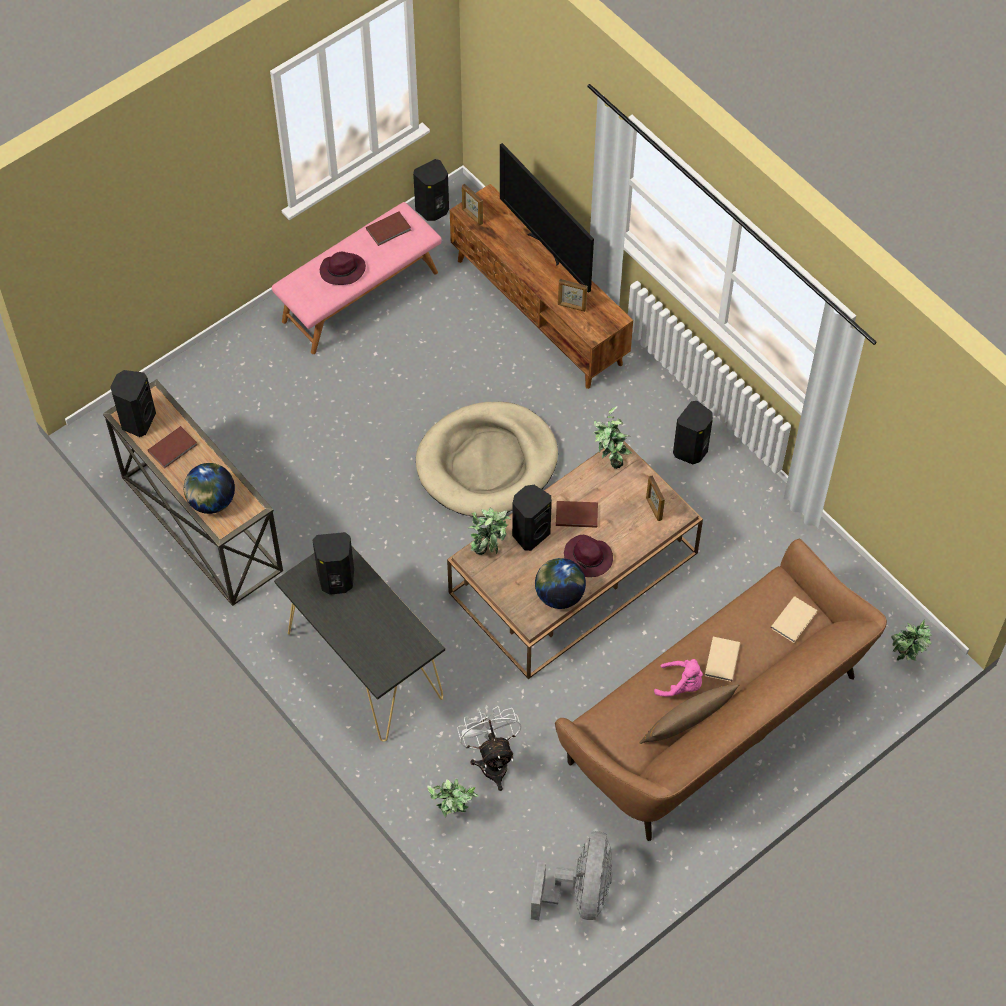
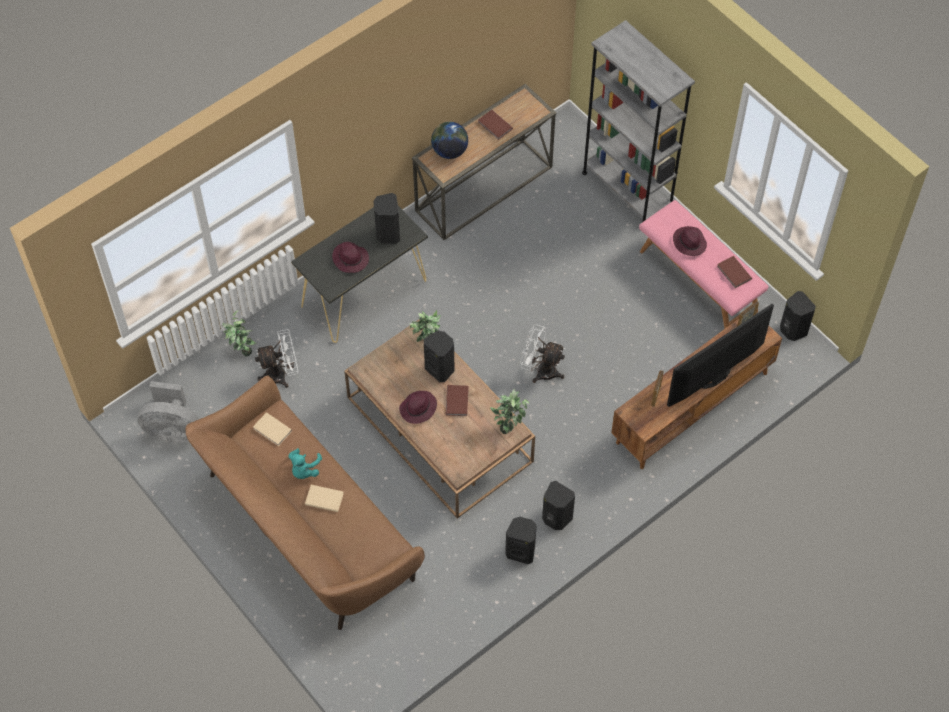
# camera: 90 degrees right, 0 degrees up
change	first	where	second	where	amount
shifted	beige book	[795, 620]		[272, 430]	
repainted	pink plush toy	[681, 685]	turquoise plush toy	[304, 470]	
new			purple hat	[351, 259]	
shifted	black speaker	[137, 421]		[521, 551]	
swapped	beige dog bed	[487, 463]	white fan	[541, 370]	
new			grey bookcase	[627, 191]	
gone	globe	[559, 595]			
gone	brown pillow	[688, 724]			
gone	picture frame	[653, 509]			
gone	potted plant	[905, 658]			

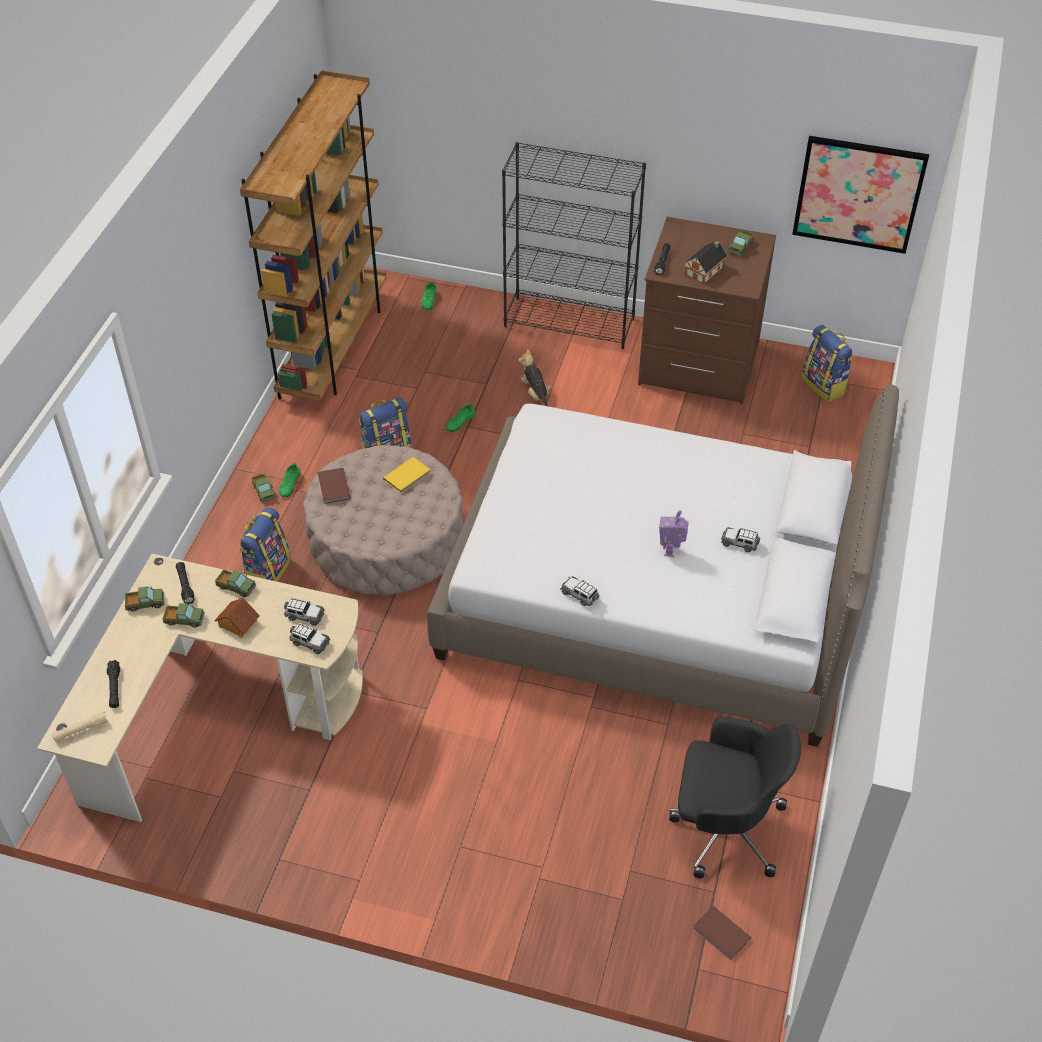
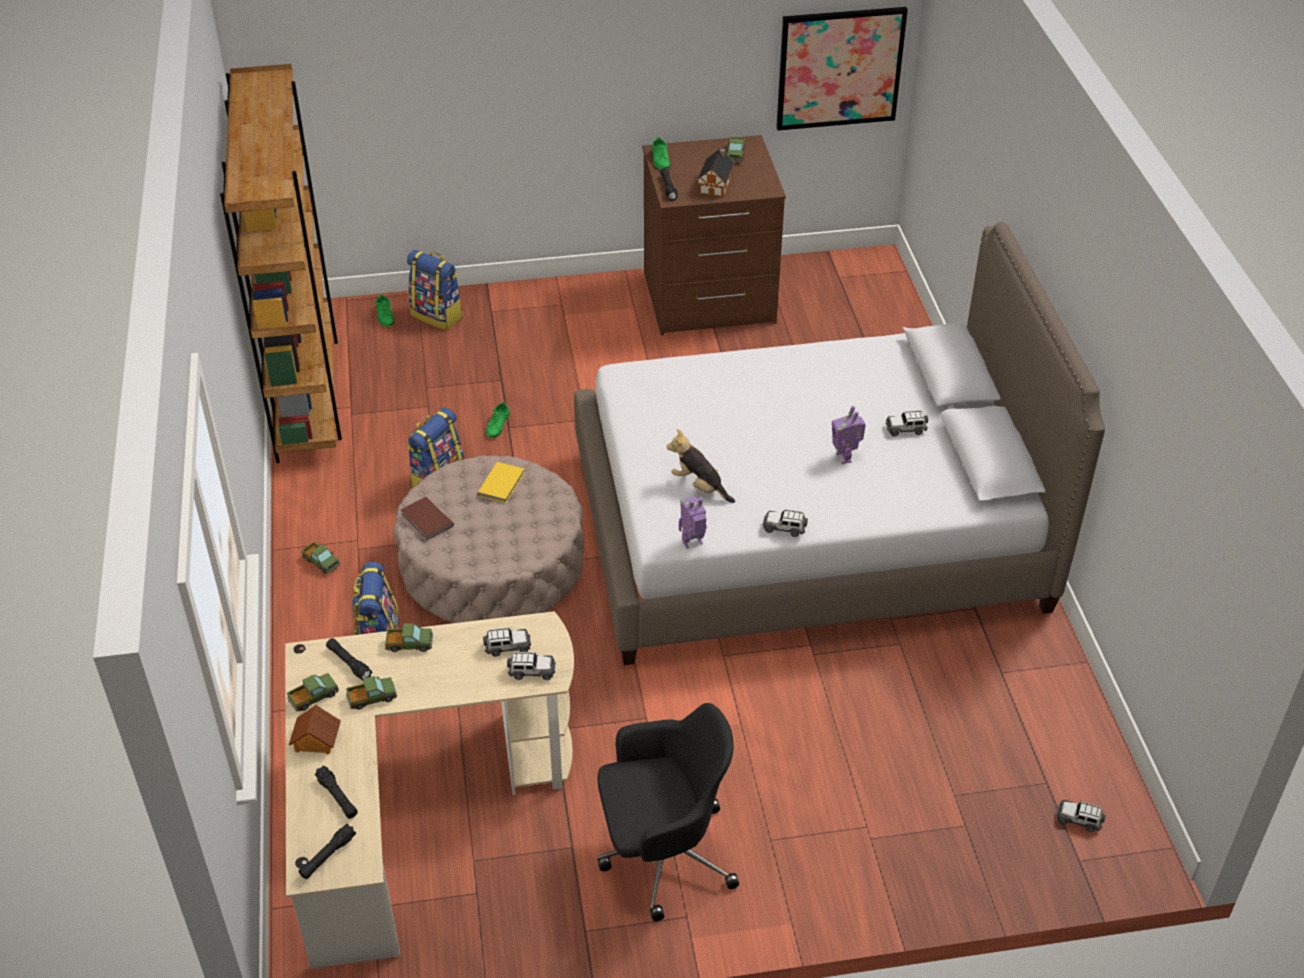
# camera: 25 degrees left, 5 degrees down
change	first	where	second	where	amount
shifted	toy house	[237, 624]		[315, 740]	
repainted	beige flashlight	[81, 730]	black flashlight	[328, 856]	
shifted	backpack	[824, 385]		[438, 315]	
shifted	black office chair	[724, 827]		[662, 854]	
shifted	green shoe	[290, 484]		[660, 160]	
shifted	plush toy	[536, 394]		[699, 486]	
new			toy robot	[693, 543]	
swapped	brown book	[721, 934]	toy car	[1079, 820]	
gone	black bookcase	[570, 322]			

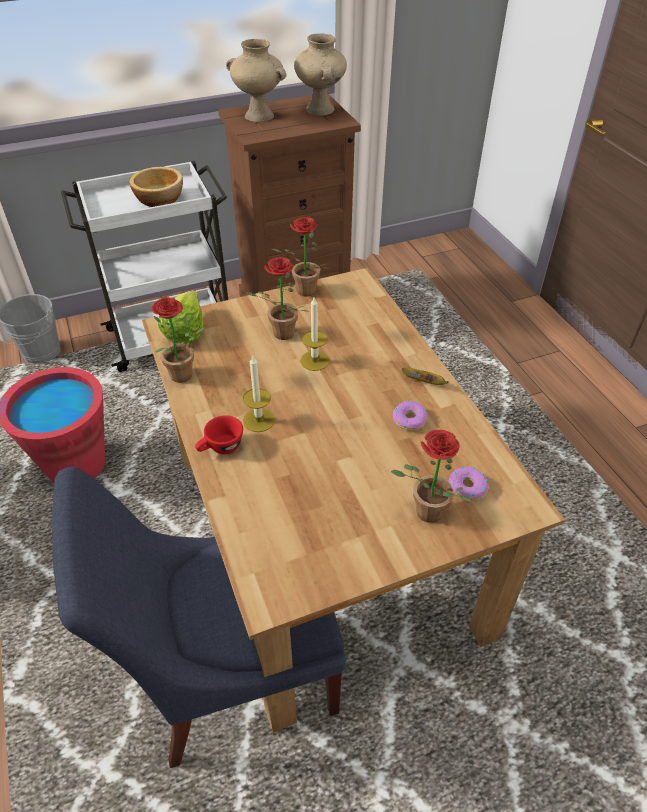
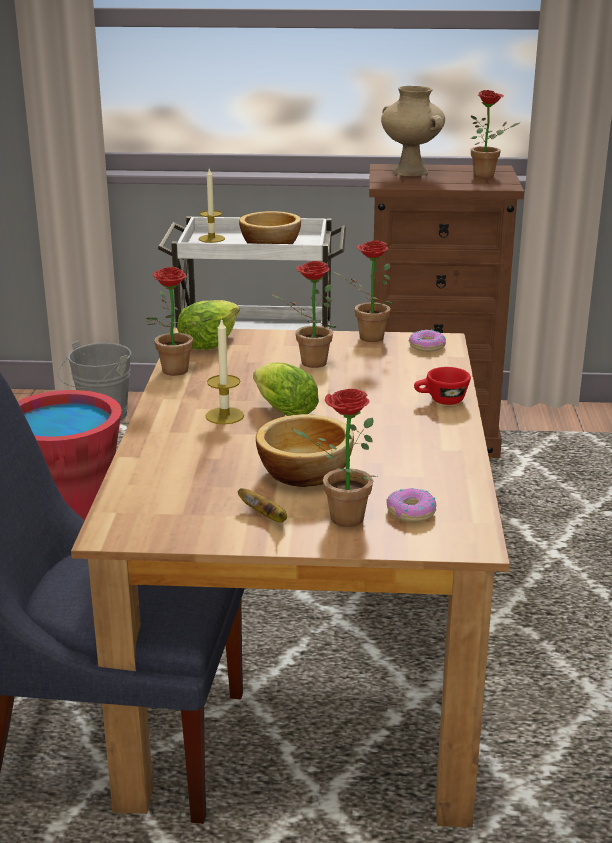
# camera: 25 degrees right, 20 degrees down
change	first	where	second	where	amount
shifted	candle	[314, 361]		[211, 238]	
shifted	banana	[424, 382]		[265, 517]	
new			lettuce	[281, 410]	
new			bowl	[305, 471]	
shifted	donut	[410, 419]		[427, 346]	
shifted	red cup	[221, 448]		[441, 401]	
swapped	beige vase	[321, 110]	potted plant	[488, 176]	

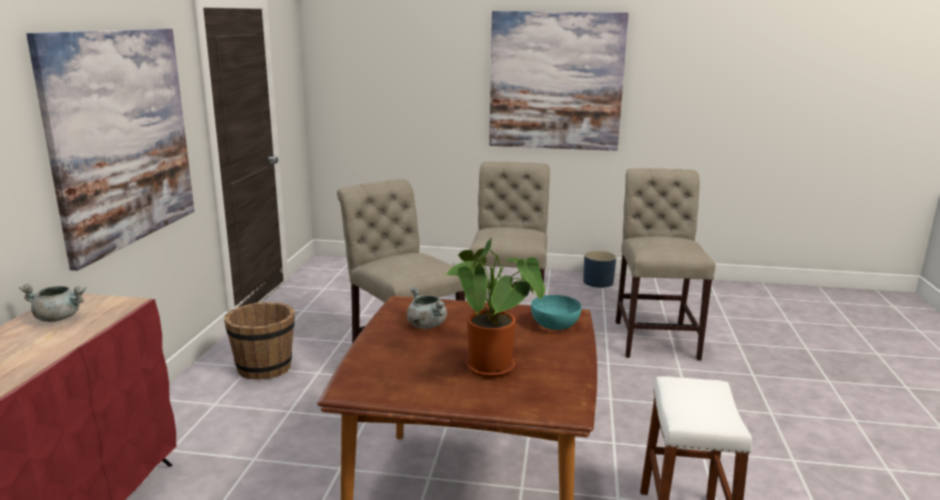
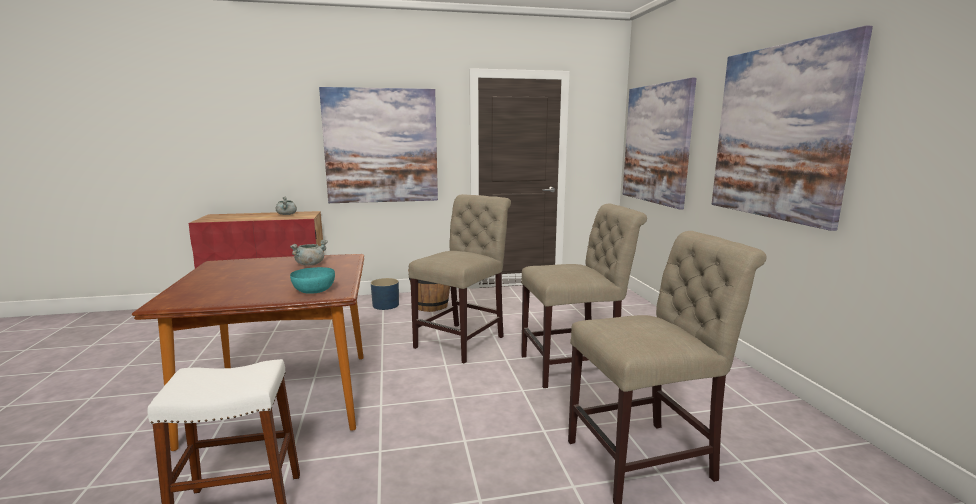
# camera: 70 degrees right, 5 degrees down
change	first	where	second	where	amount
shifted	blue planter	[598, 282]		[385, 305]	
new			picture	[656, 144]	
gone	potted plant	[494, 370]			

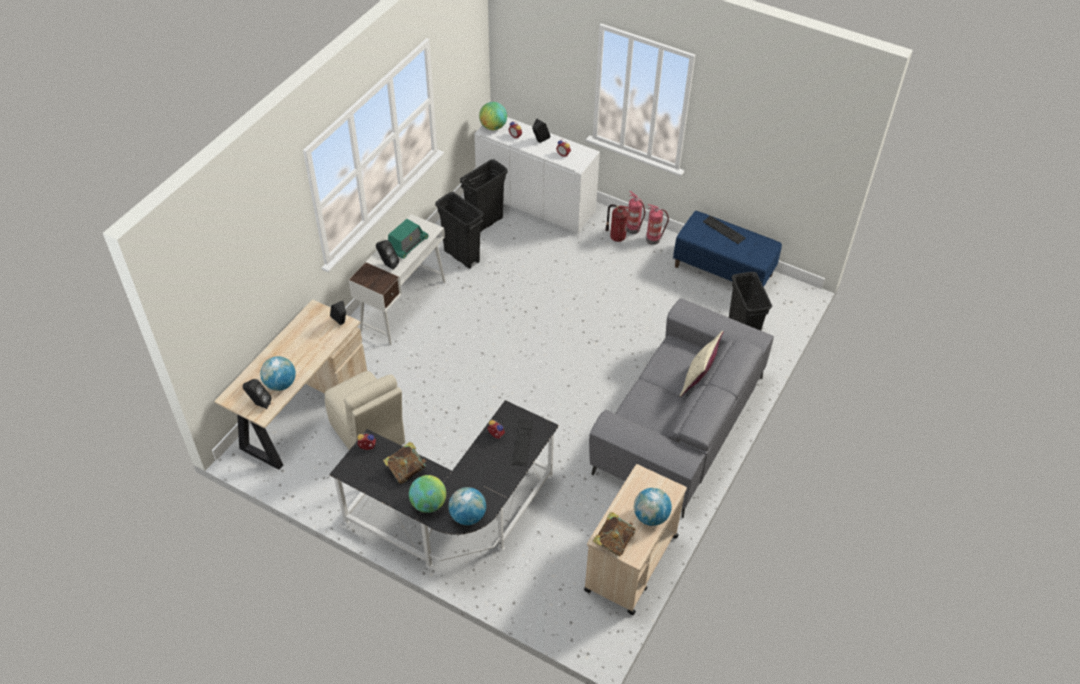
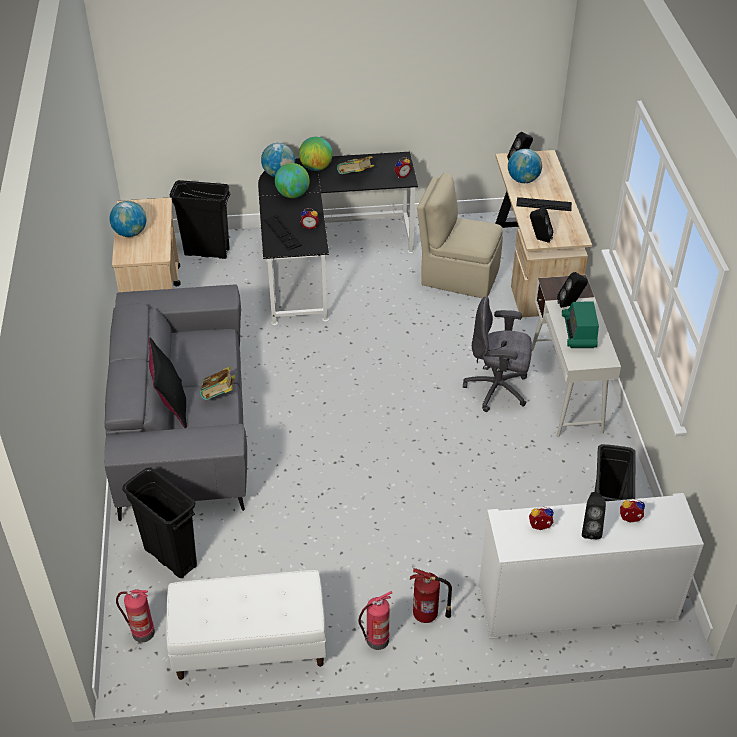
# camera: 145 degrees right, 5 degrees down
change	first	where	second	where	amount
shifted	fire extinguisher	[633, 229]		[142, 632]	
repainted	beige pillow	[698, 380]	black pillow	[171, 405]	
repainted	blue bench	[723, 271]	white bench	[249, 646]	
shifted	black trash can	[461, 256]		[207, 252]	
shifted	book	[613, 541]		[219, 395]	
shifted	globe	[493, 127]		[292, 194]	
new			grey office chair	[497, 389]	
shifted	keyboard	[723, 230]		[544, 204]	

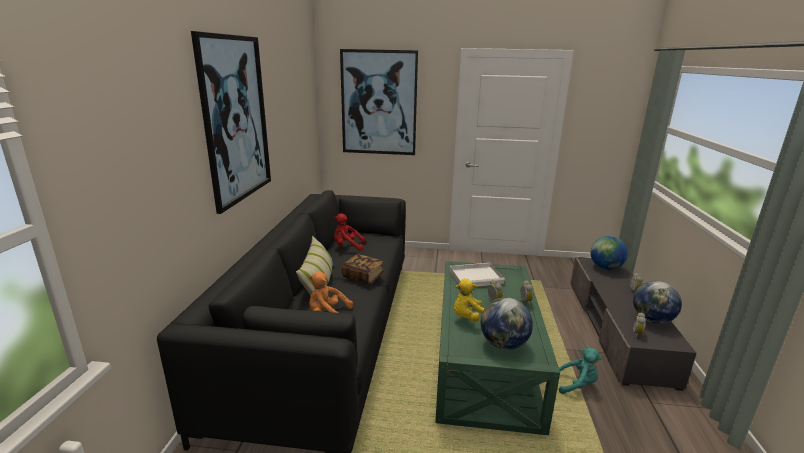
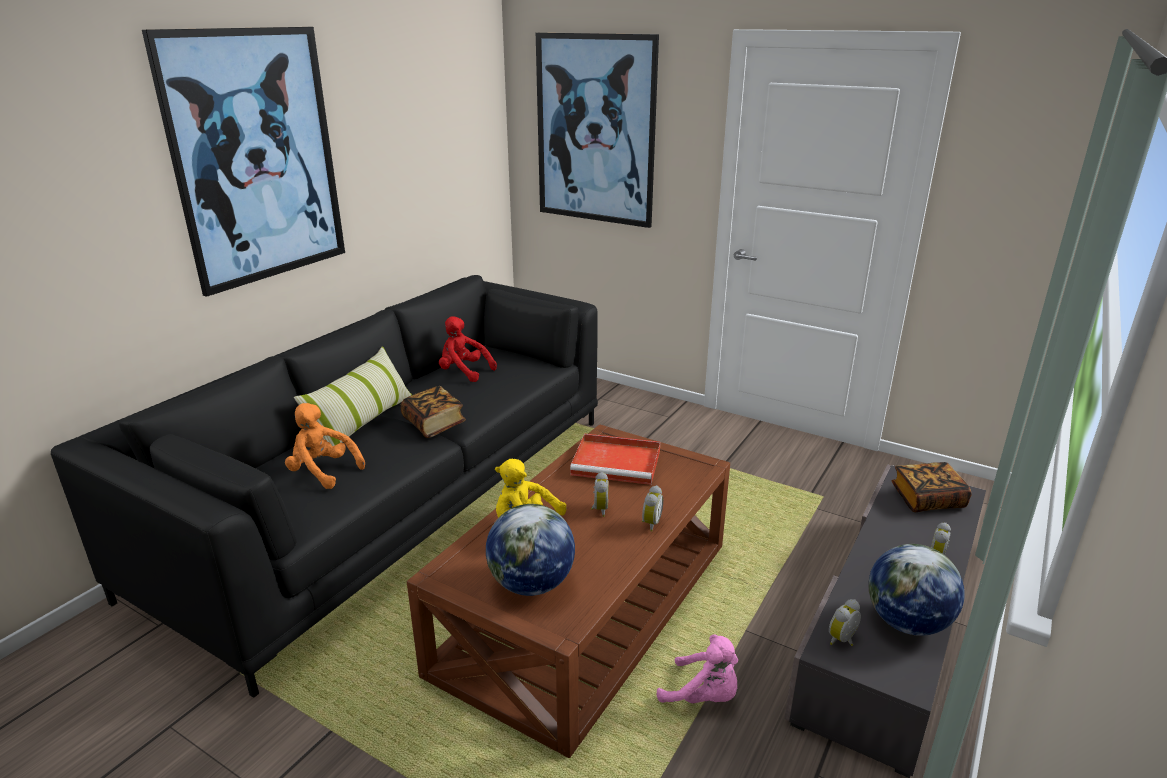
# camera: 25 degrees right, 5 degrees up
change	first	where	second	where	amount
repainted	green coffee table	[483, 359]	brown coffee table	[585, 604]	
repainted	white tray	[476, 277]	red tray	[618, 462]	
repainted	turquoise plush toy	[576, 384]	pink plush toy	[703, 696]	
swapped	globe	[605, 268]	book	[927, 499]	

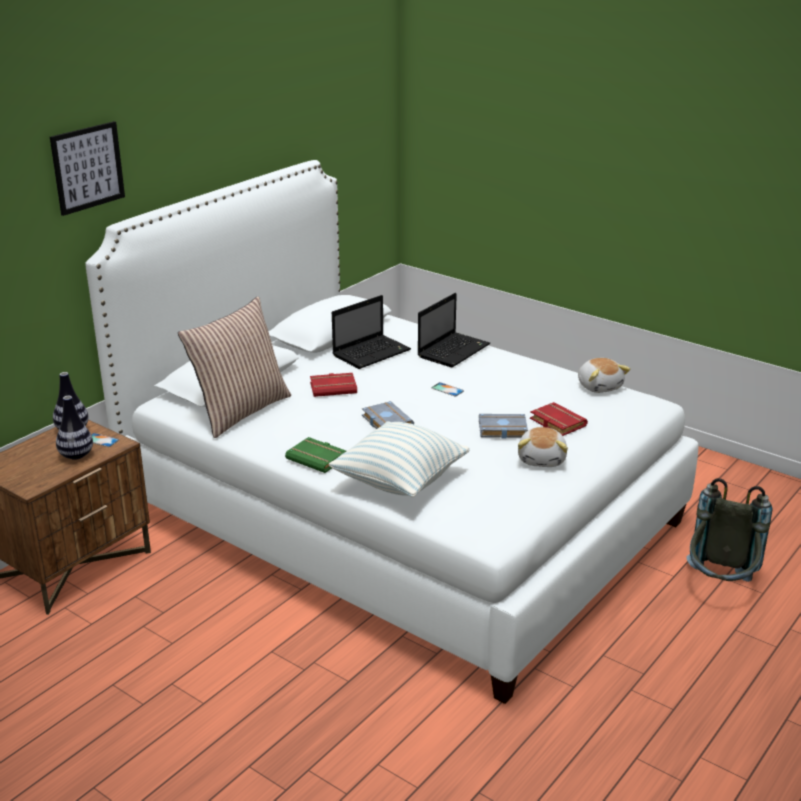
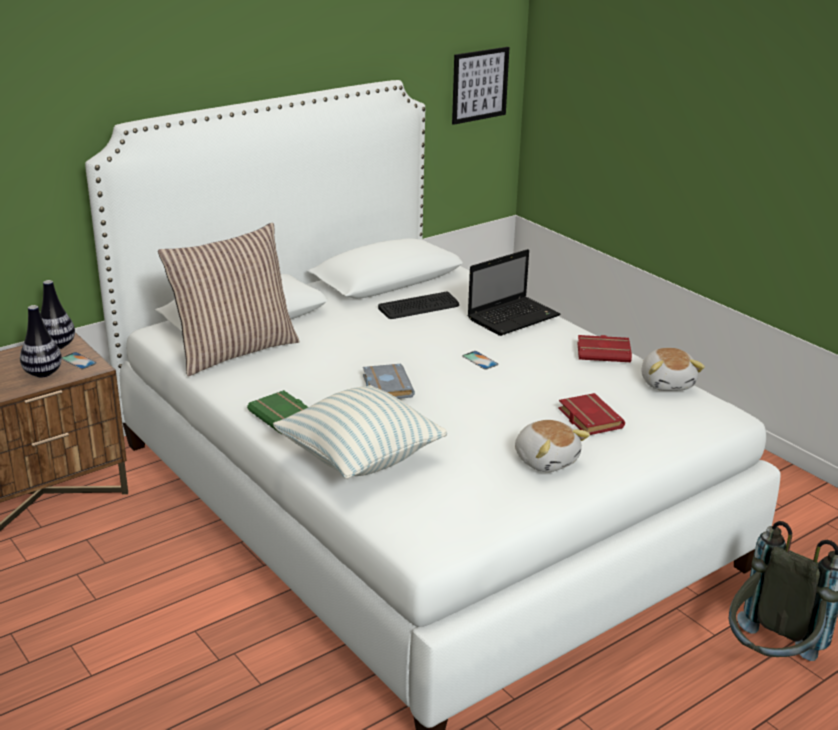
# camera: 15 degrees right, 0 degrees up
change	first	where	second	where	amount
swapped	laptop	[372, 352]	keyboard	[419, 307]	
shifted	picture	[87, 167]		[479, 85]	
rotated	plush toy	[542, 459]		[546, 460]	60 degrees counterclockwise
shifted	red book	[334, 388]		[604, 352]	
gone	grey book	[501, 430]			

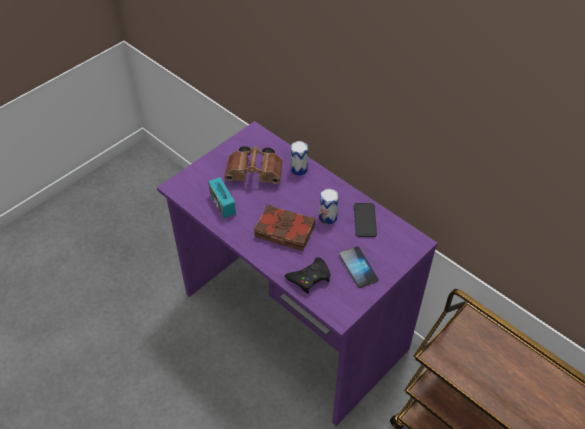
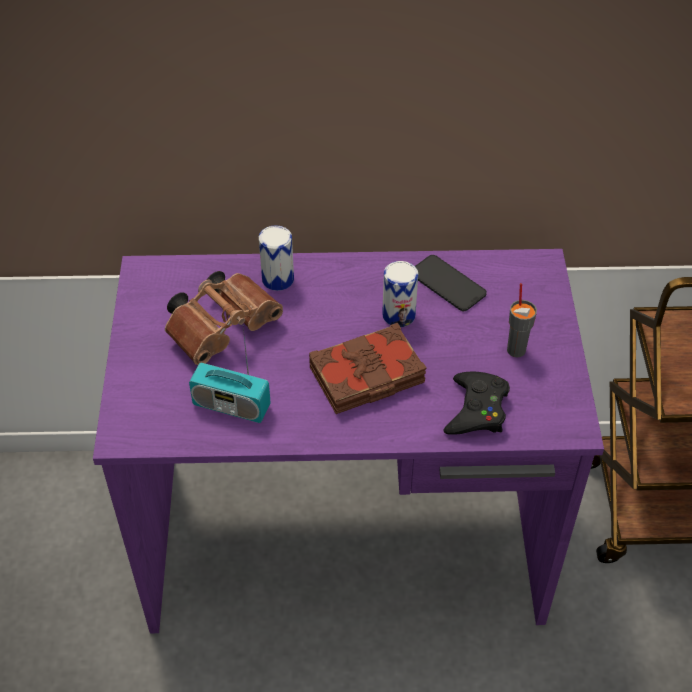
# camera: 45 degrees left, 0 degrees up
change	first	where	second	where	amount
swapped	phone	[358, 267]	grey cup	[516, 349]	

